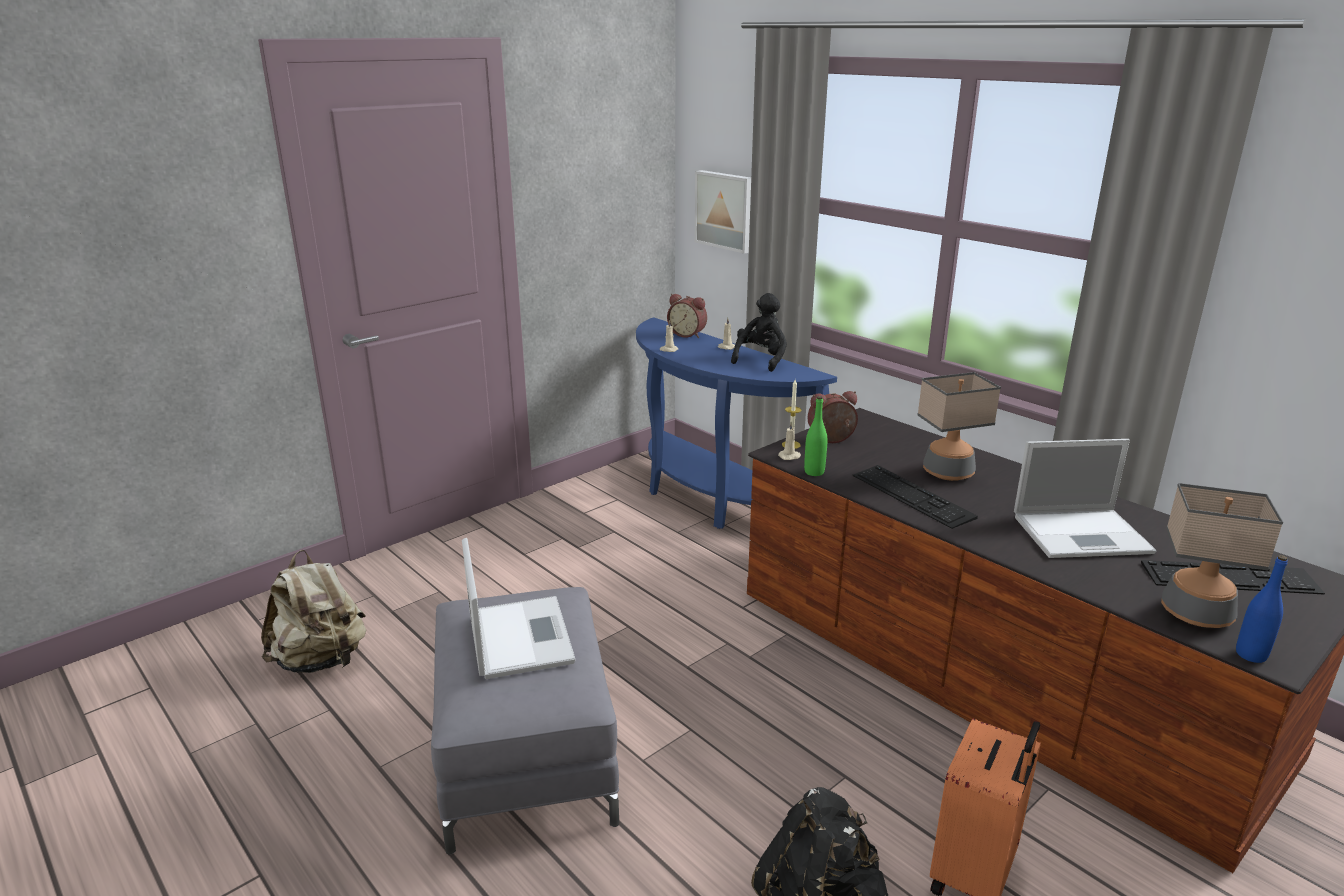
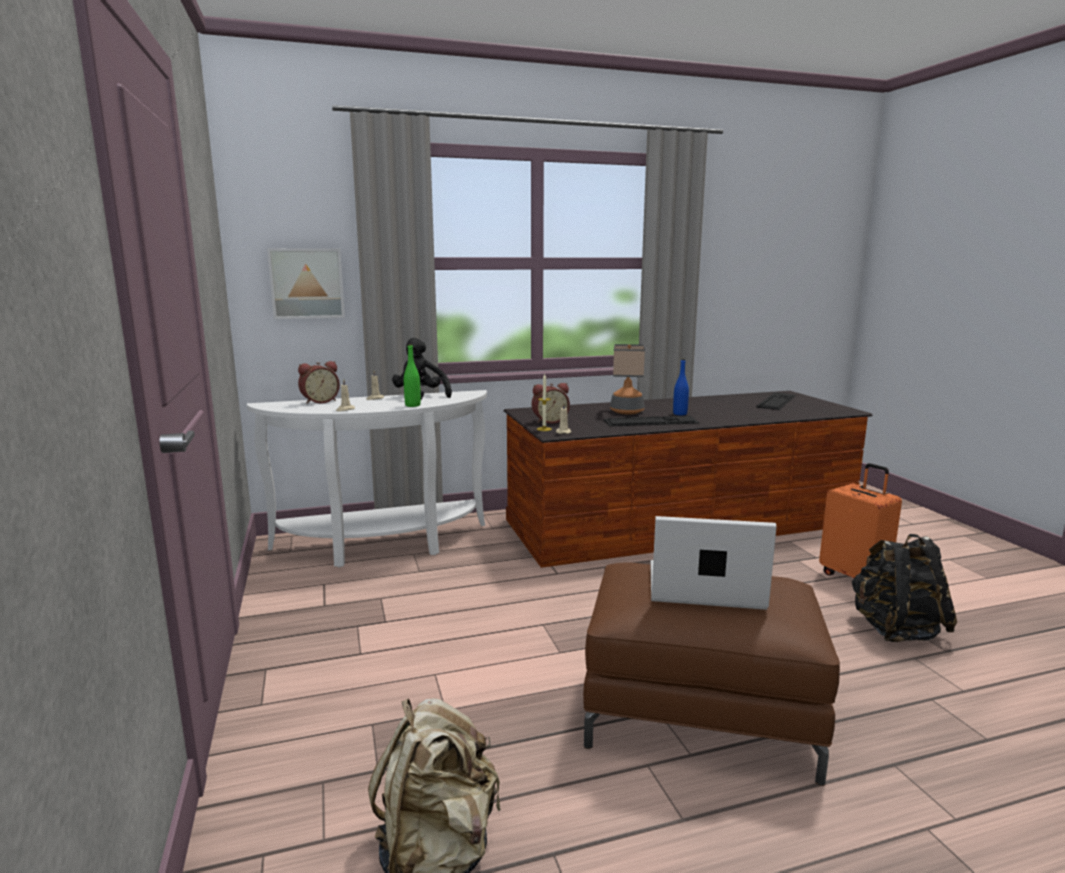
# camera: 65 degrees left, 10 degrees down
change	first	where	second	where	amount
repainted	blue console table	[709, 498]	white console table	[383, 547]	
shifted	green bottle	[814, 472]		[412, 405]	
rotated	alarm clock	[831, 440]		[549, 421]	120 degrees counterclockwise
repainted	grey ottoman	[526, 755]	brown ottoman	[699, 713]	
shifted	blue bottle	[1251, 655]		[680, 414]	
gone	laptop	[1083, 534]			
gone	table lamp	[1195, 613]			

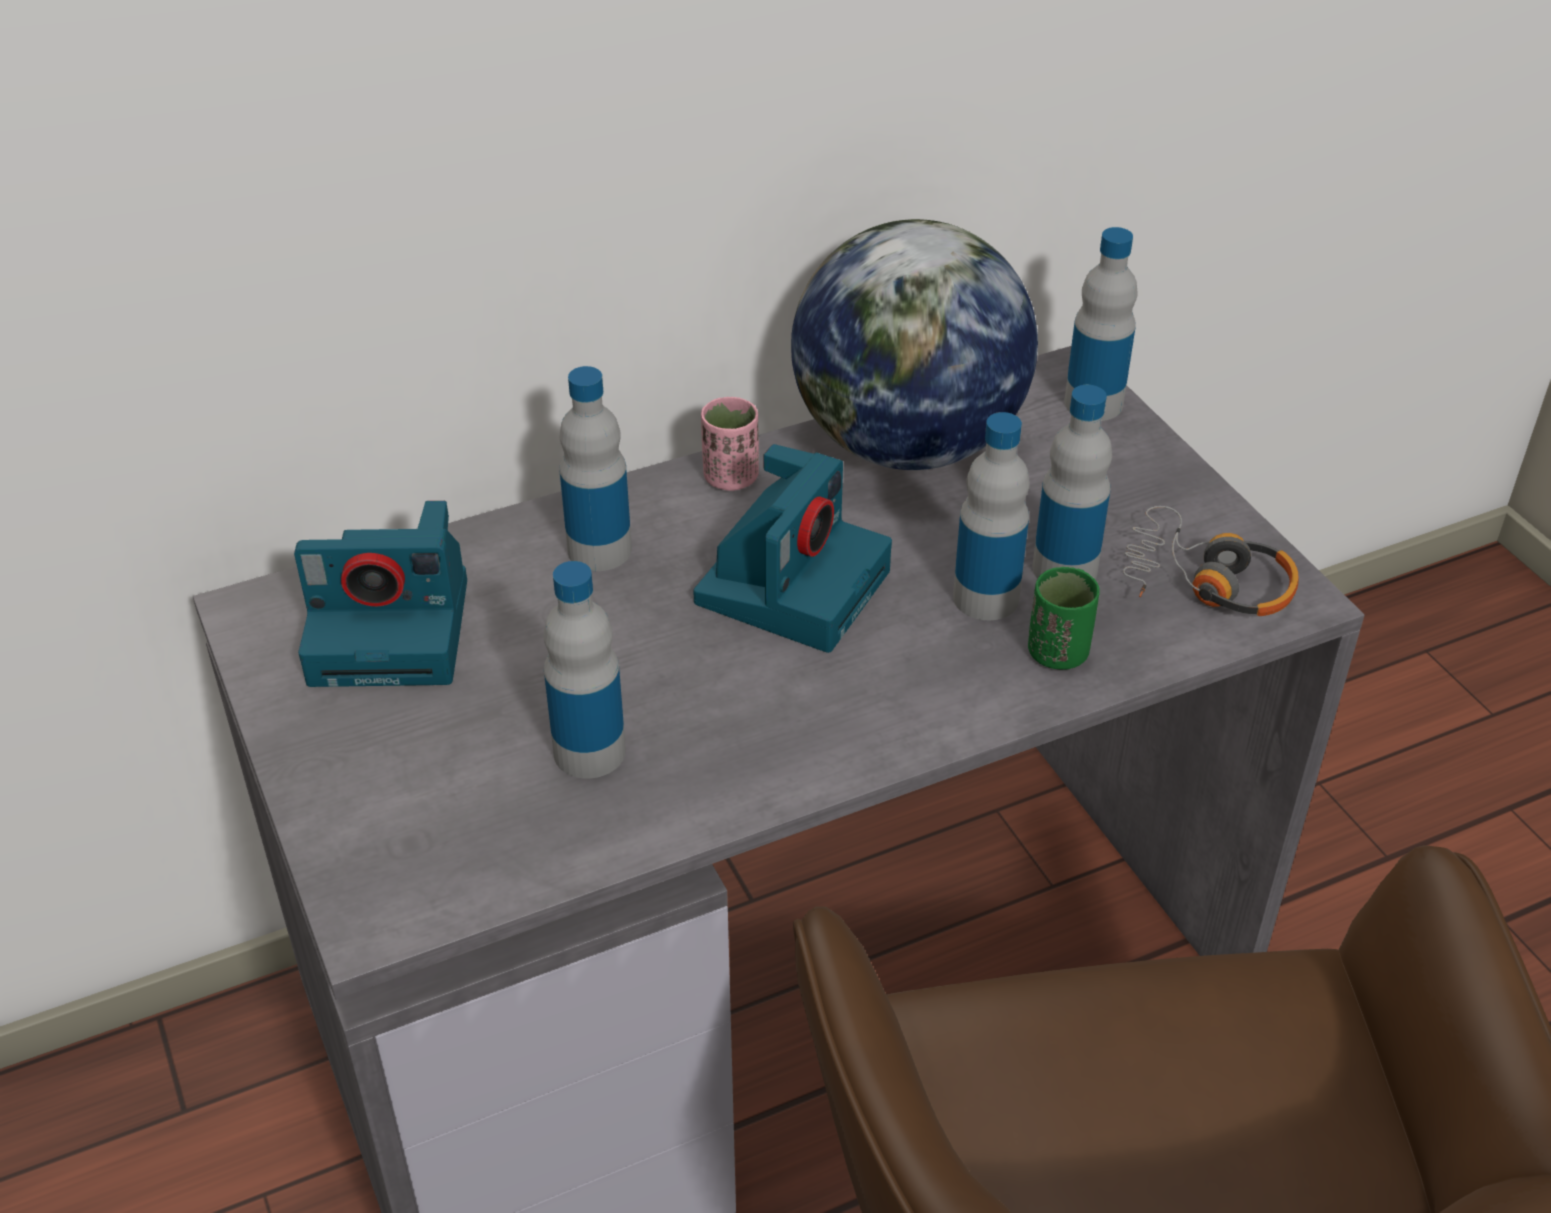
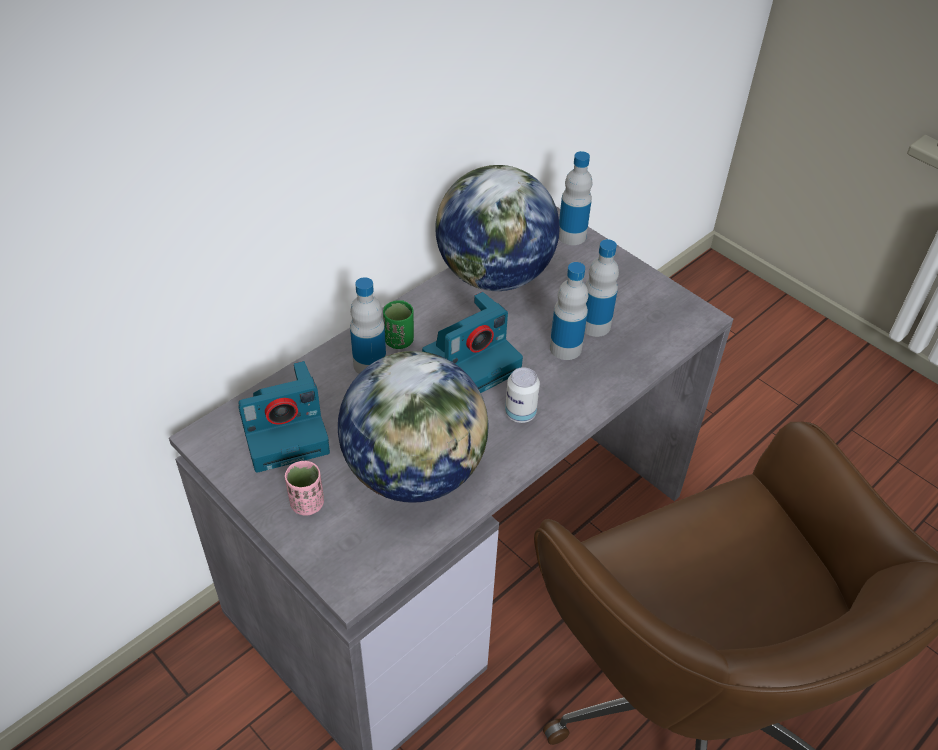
# camera: 20 degrees left, 5 degrees up
change	first	where	second	where	amount
shifted	pink cup	[731, 477]		[307, 503]	
swapped	bottle	[589, 751]	globe	[415, 472]	
shifted	green cup	[1058, 653]		[399, 341]	
rotated	photo camera	[793, 584]		[472, 361]	45 degrees clockwise
new			can	[520, 413]	
gone	headphones	[1206, 582]			

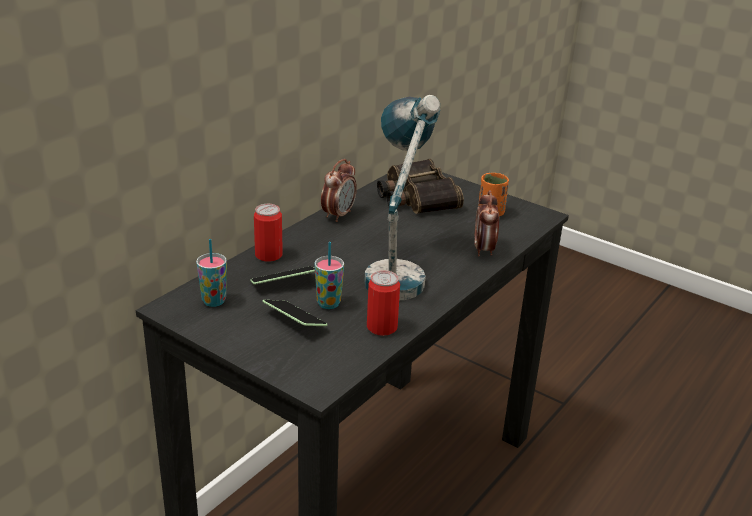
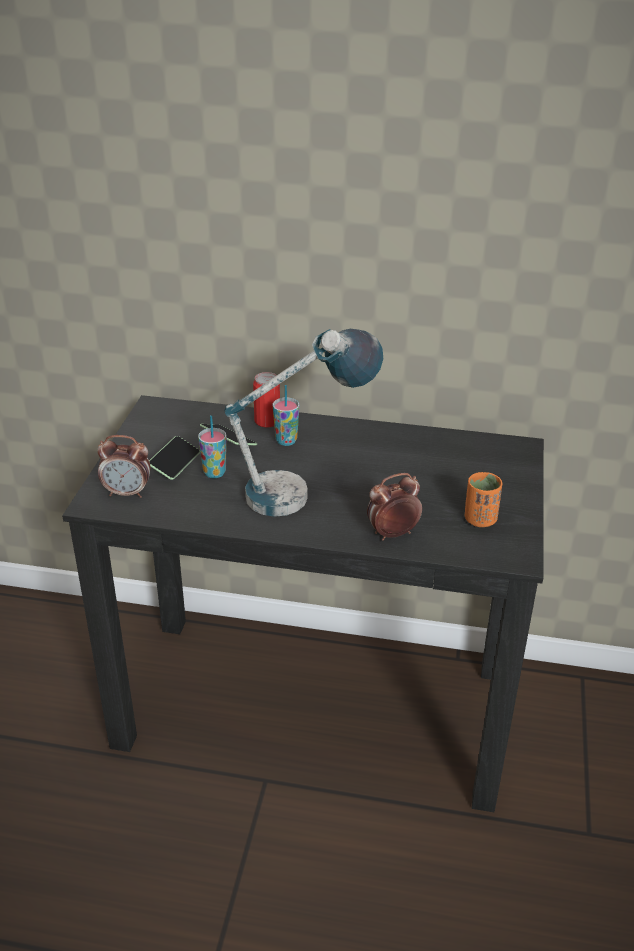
# camera: 65 degrees right, 5 degrees up
change	first	where	second	where	amount
shifted	alarm clock	[338, 215]		[127, 493]	
shifted	cup	[214, 301]		[286, 441]	
gone	can	[382, 327]			
gone	binoculars	[416, 197]			

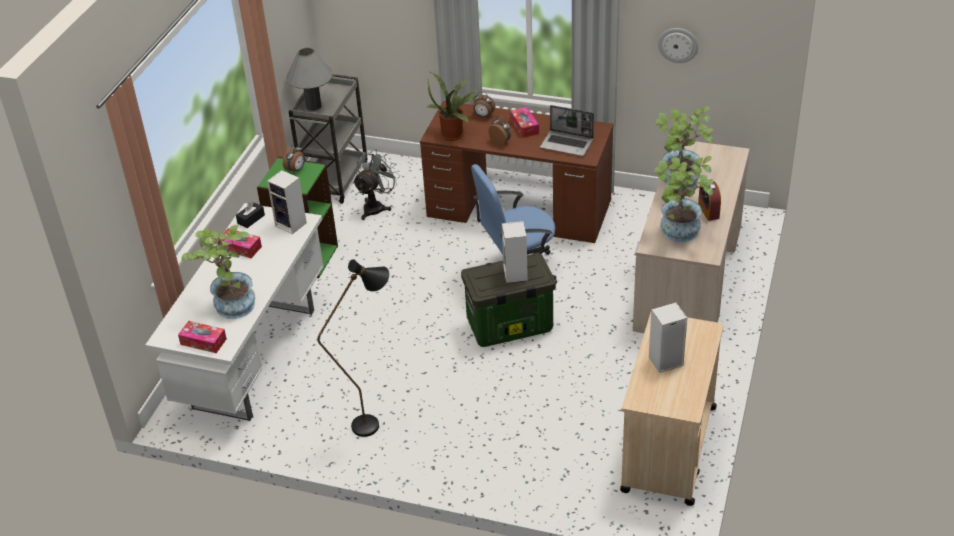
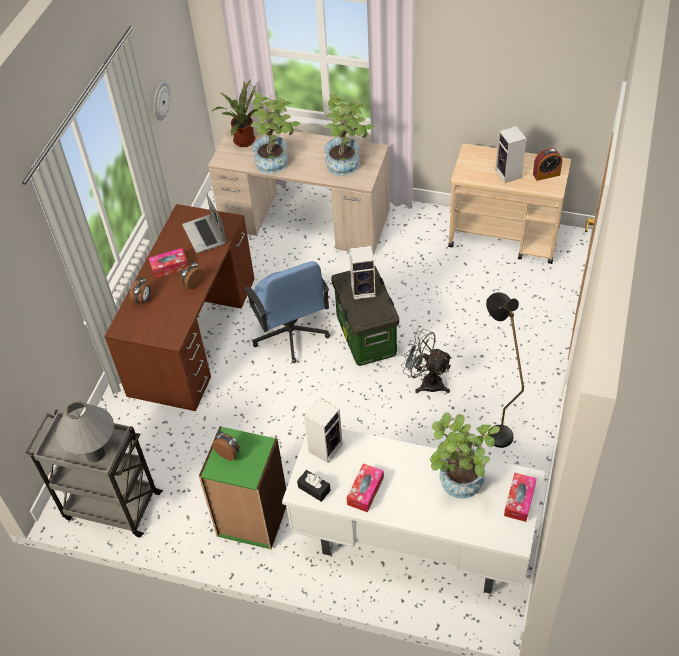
# camera: 90 degrees left, 10 degrees up
change	first	where	second	where	amount
rotated	laptop	[567, 144]		[205, 235]	135 degrees clockwise
shifted	potted plant	[454, 133]		[243, 139]	
shifted	grey fan	[376, 206]		[426, 382]	
shifted	alarm clock	[708, 211]		[546, 174]	

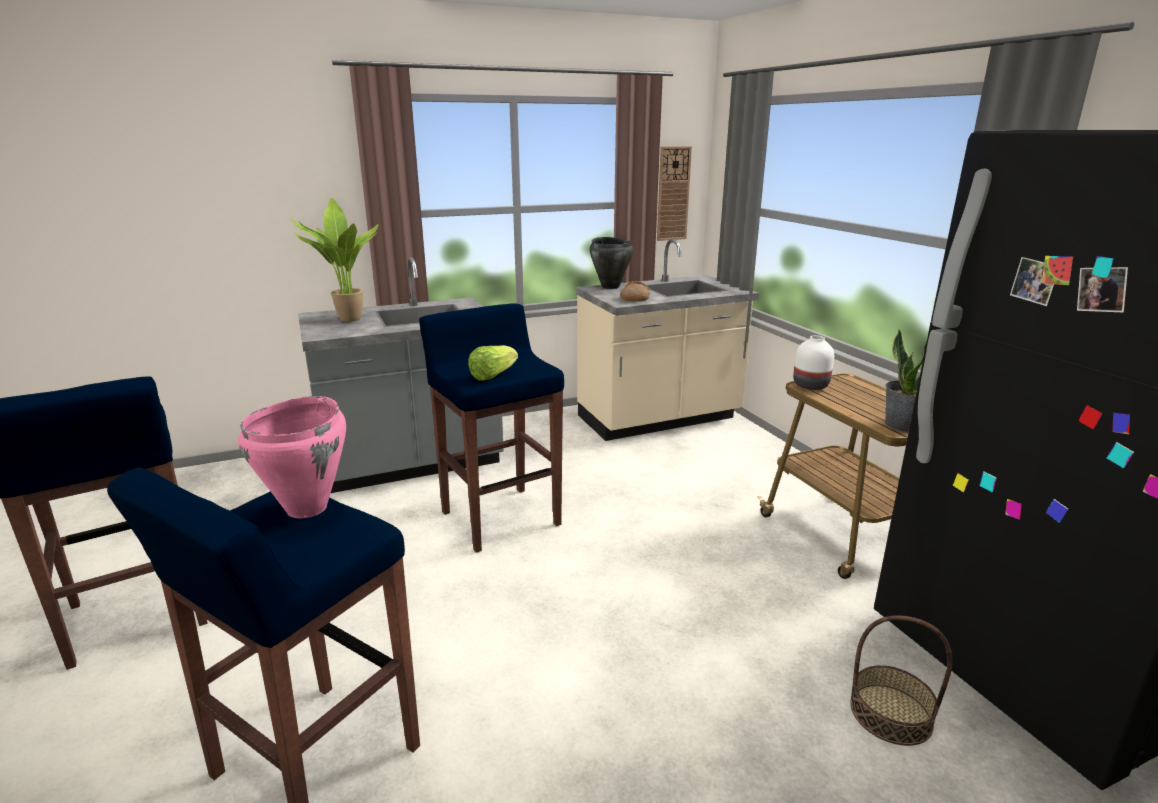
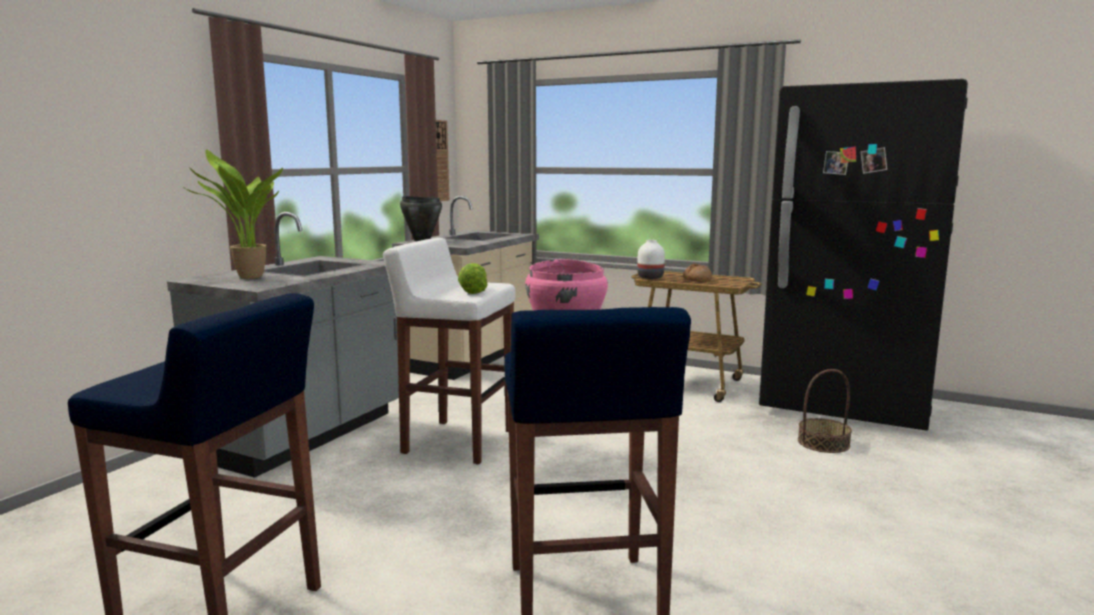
# camera: 40 degrees left, 10 degrees down
change	first	where	second	where	amount
repainted	blue stool	[500, 517]	white stool	[457, 441]	
shifted	bread	[635, 298]		[697, 280]	
gone	potted plant	[902, 425]			

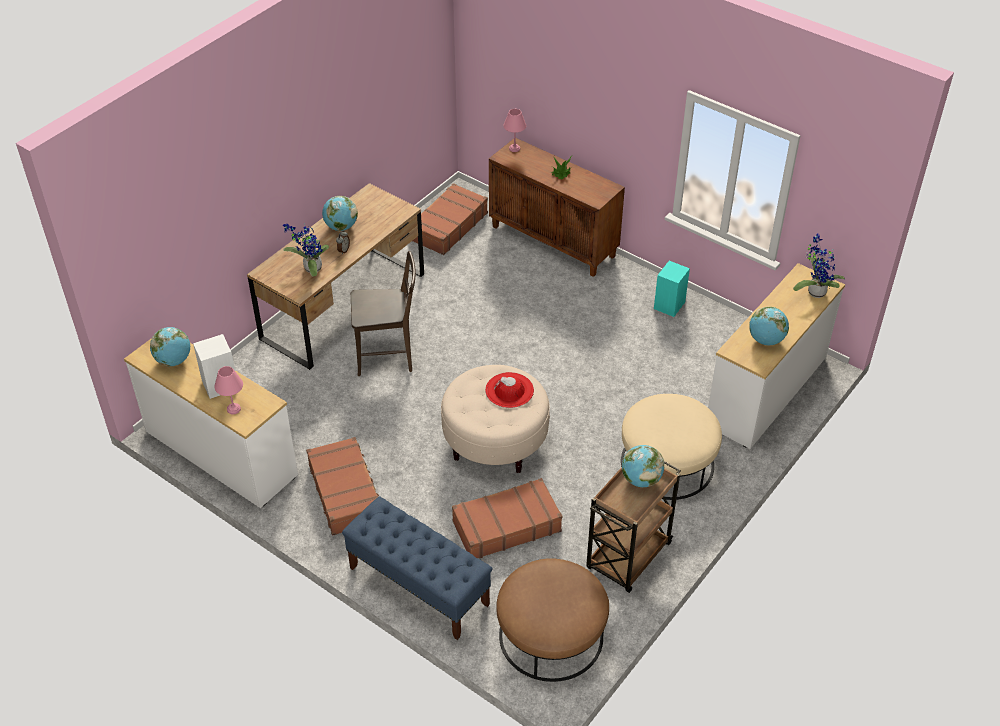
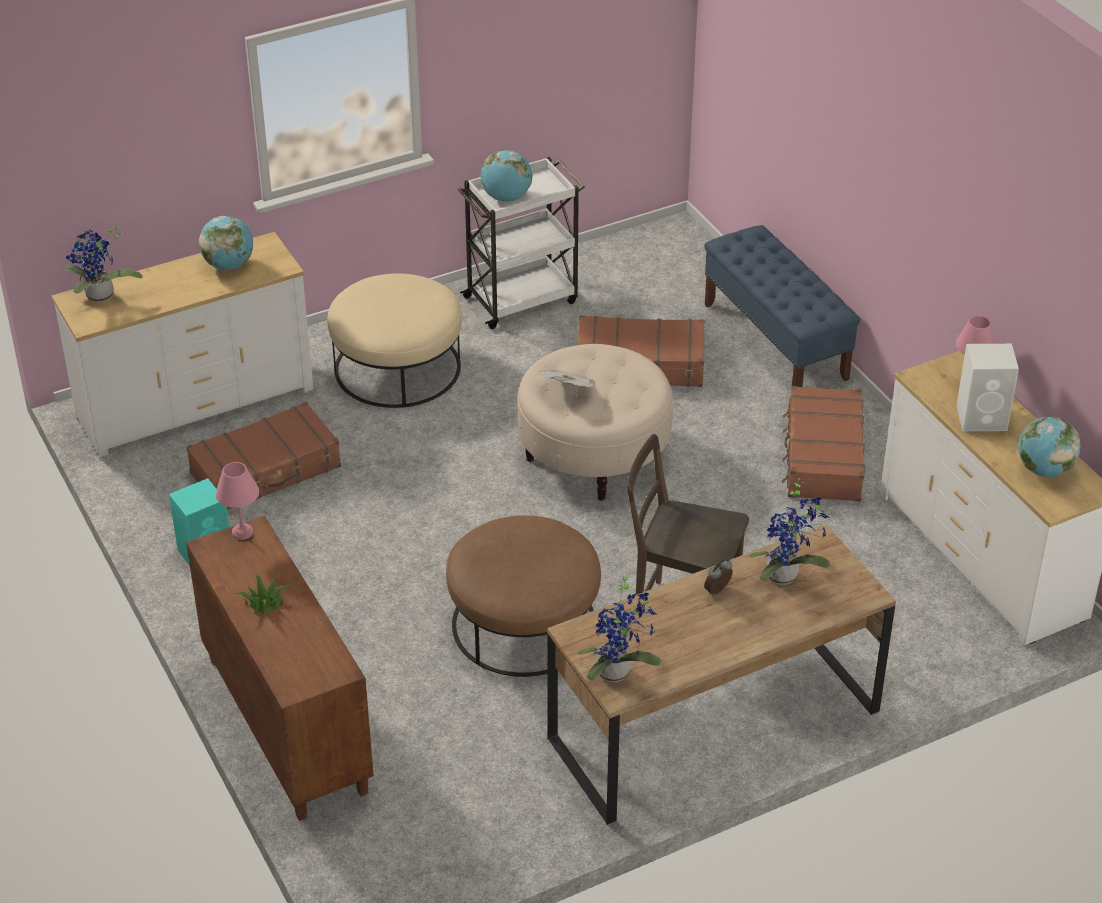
# camera: 155 degrees left, 5 degrees down
change	first	where	second	where	amount
shifted	brown suitcase	[448, 226]		[266, 471]	
shifted	pink table lamp	[514, 149]		[243, 532]	
shifted	brown ottoman	[551, 635]		[524, 623]	
repainted	brown cart	[628, 557]	white cart	[522, 299]	
swapped	red hat	[509, 390]	newspaper	[569, 390]	
new			potted plant	[618, 672]	
gone	globe	[341, 227]			

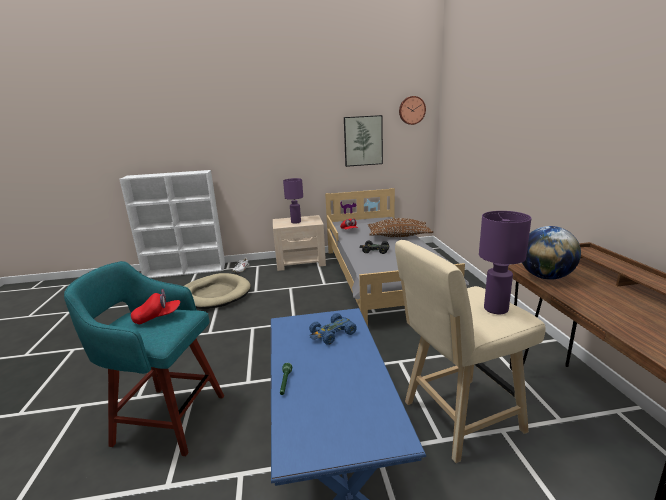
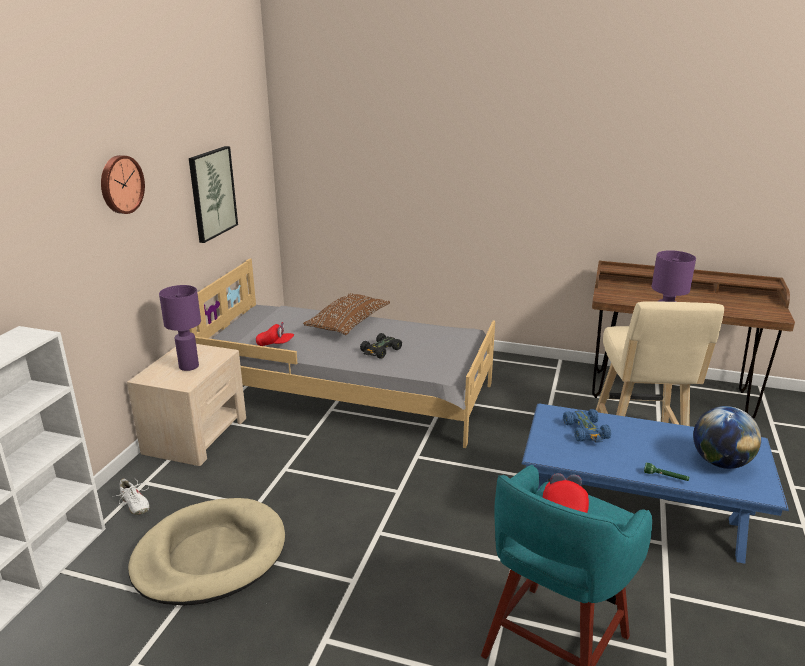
# camera: 65 degrees left, 5 degrees up
change	first	where	second	where	amount
shifted	wall clock	[411, 110]		[120, 184]	
shifted	globe	[545, 277]		[720, 462]	

